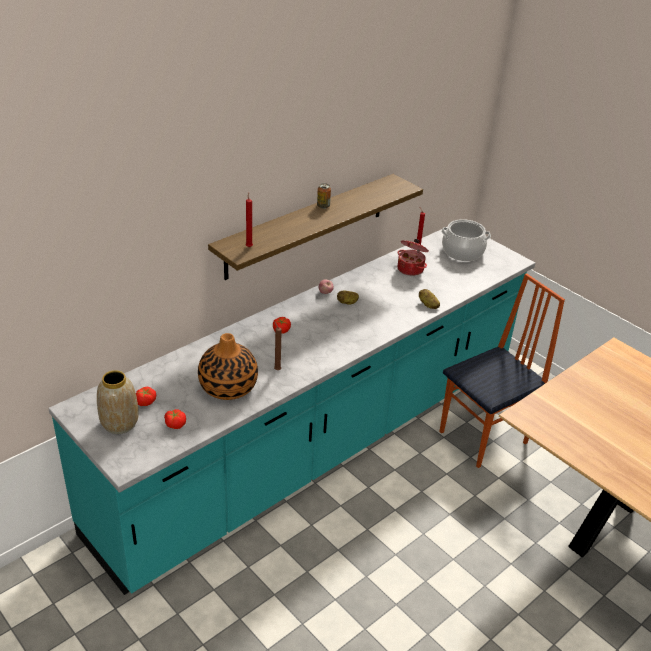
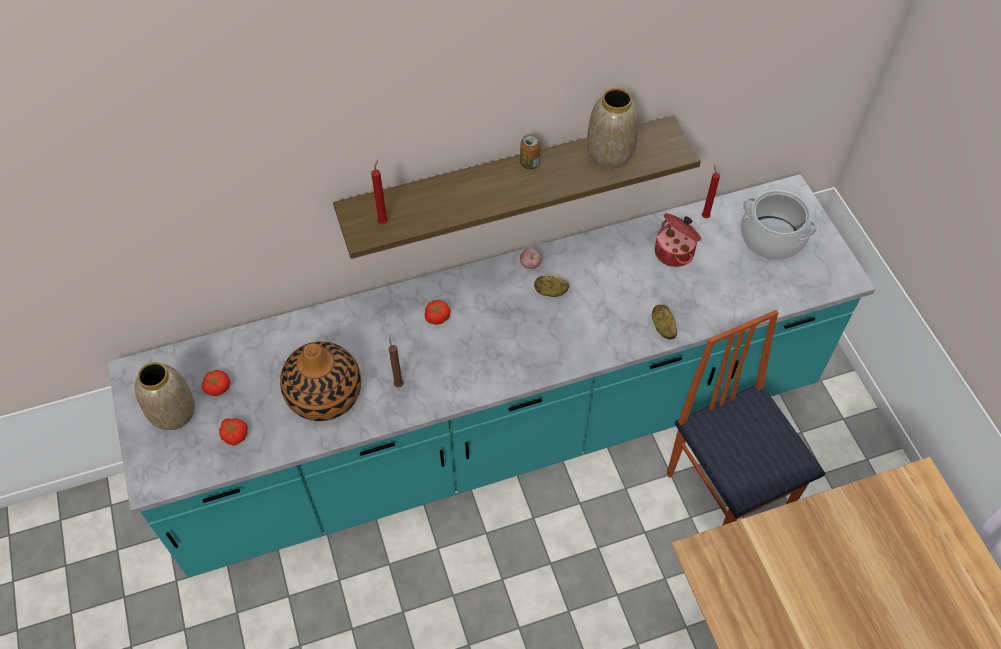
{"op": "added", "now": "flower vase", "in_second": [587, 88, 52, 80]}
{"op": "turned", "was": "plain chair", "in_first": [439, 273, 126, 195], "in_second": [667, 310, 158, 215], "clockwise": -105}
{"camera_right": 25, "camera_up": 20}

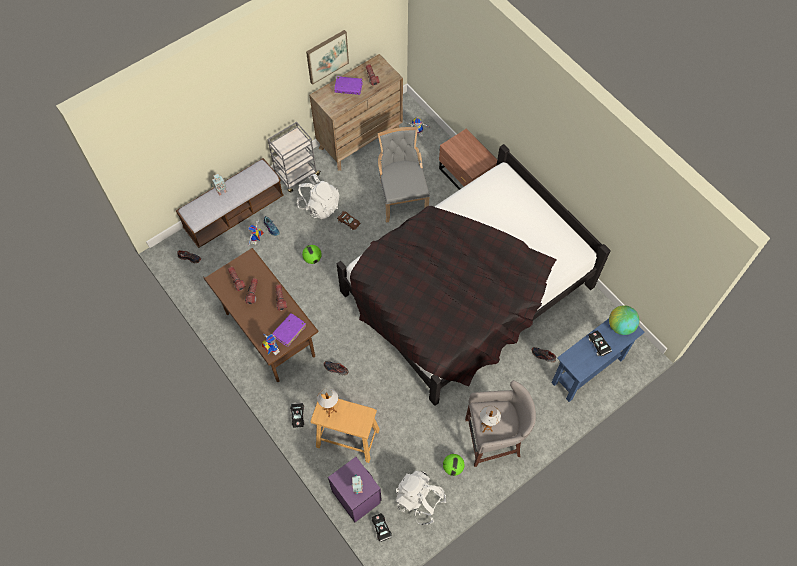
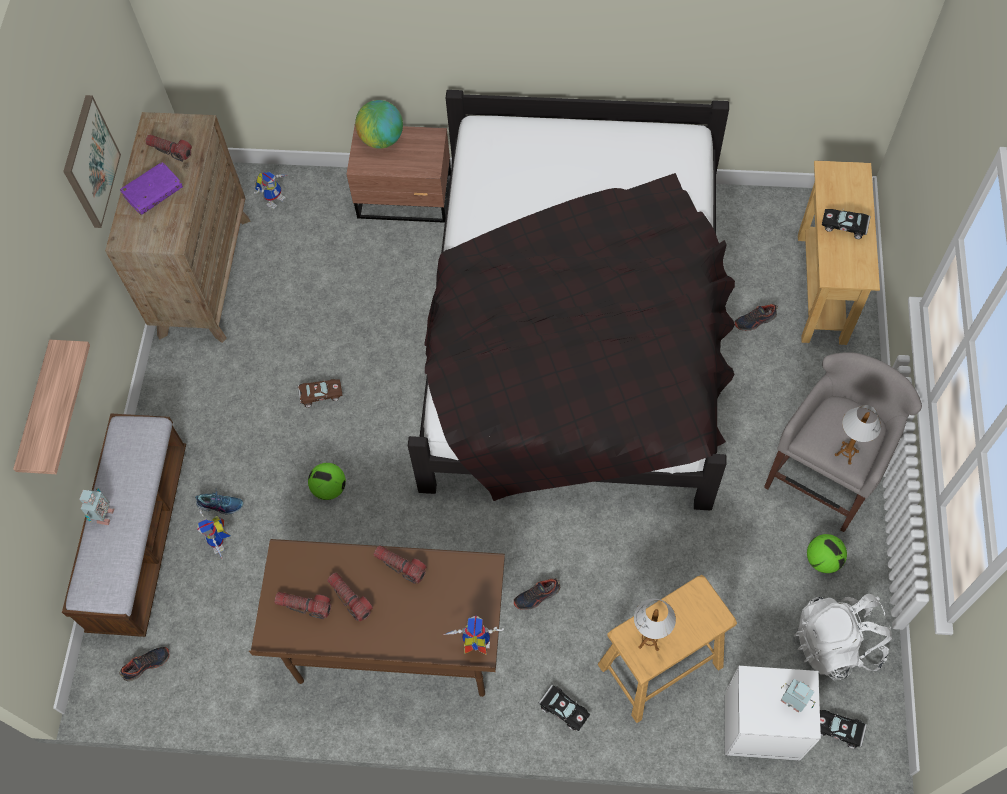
{"op": "removed", "was": "greyish wheeled cart", "in_first": [267, 122, 54, 71]}
{"op": "removed", "was": "purplish volume", "in_first": [272, 313, 34, 34]}
{"op": "removed", "was": "white rucksack", "in_first": [297, 174, 42, 45]}
{"op": "removed", "was": "greyish plain chair", "in_first": [378, 127, 52, 96]}
{"op": "added", "now": "bracket shelf", "in_second": [13, 340, 77, 134]}
{"op": "moved", "was": "desk globe", "in_first": [609, 305, 31, 30], "in_second": [355, 100, 48, 49]}
{"op": "recoloured", "was": "purplish night table", "now": "white night table", "in_first": [328, 457, 54, 65], "in_second": [725, 666, 96, 95]}
{"op": "recoloured", "was": "bluish hall table", "now": "beige-coloured hall table", "in_first": [551, 319, 94, 83], "in_second": [798, 160, 82, 185]}
{"camera_right": -45, "camera_up": 0}

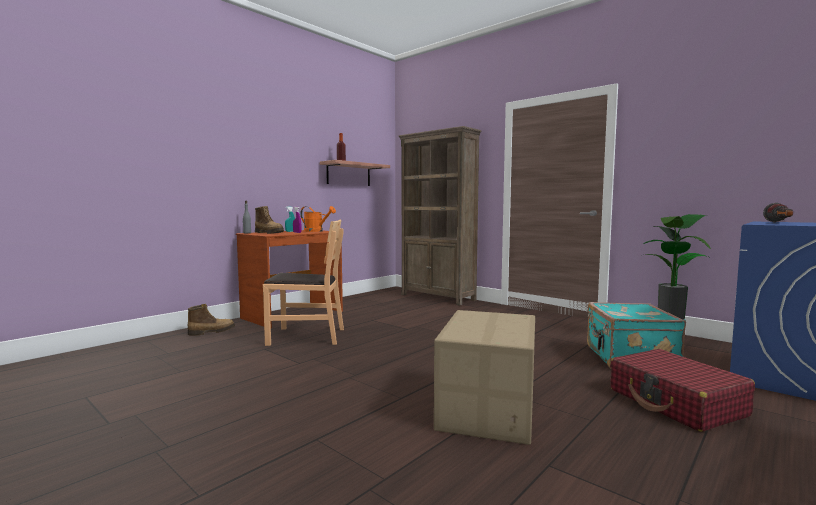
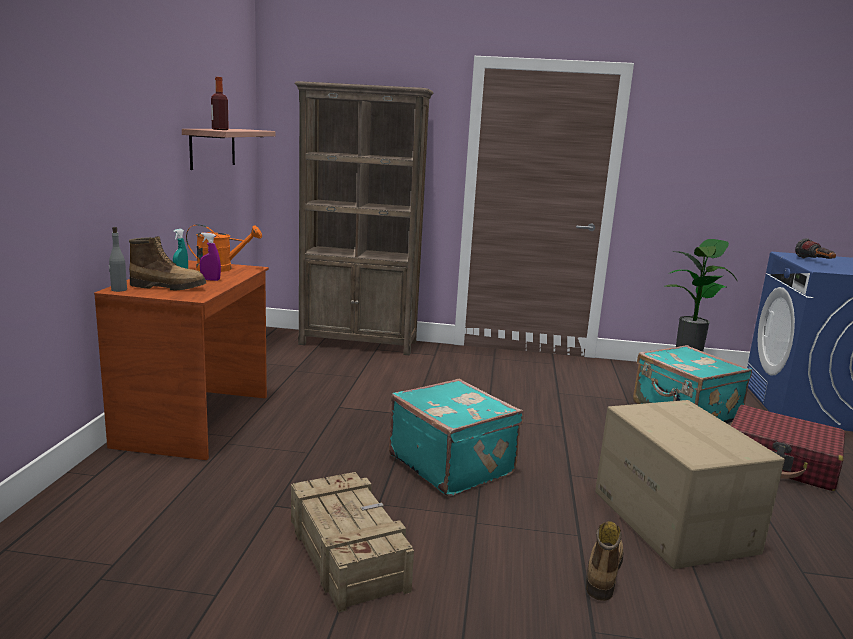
{"op": "removed", "was": "brownish plain chair", "in_first": [263, 220, 81, 126]}
{"op": "added", "now": "packing crate", "in_second": [291, 472, 123, 141]}
{"op": "added", "now": "turquoise-coloured travel case", "in_second": [389, 379, 135, 117]}
{"op": "moved", "was": "high-top boot", "in_first": [187, 304, 48, 32], "in_second": [586, 521, 37, 80]}
{"camera_right": -35, "camera_up": 10}

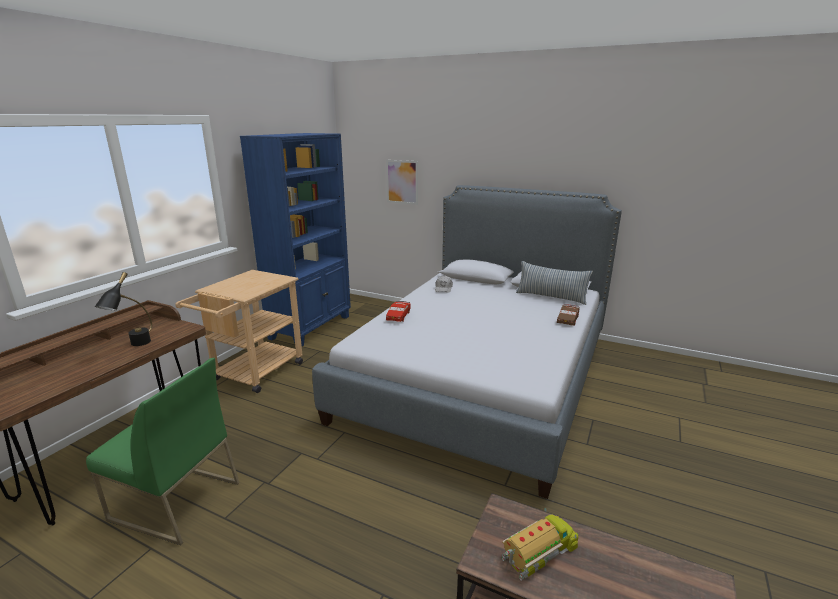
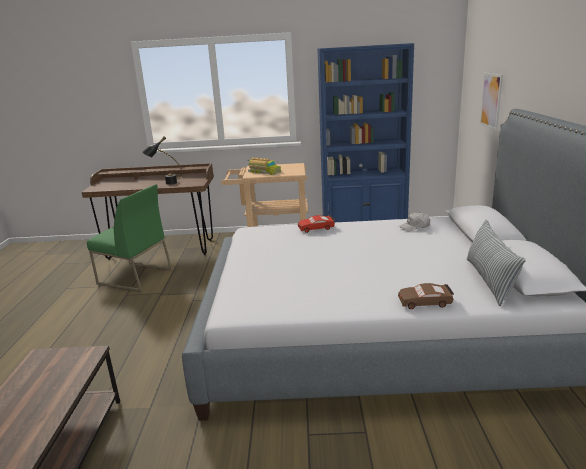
{"op": "moved", "was": "toy truck", "in_first": [502, 508, 76, 73], "in_second": [248, 158, 33, 17]}
{"op": "turned", "was": "green plain chair", "in_first": [86, 358, 154, 187], "in_second": [87, 184, 85, 108], "clockwise": -60}
{"camera_right": 65, "camera_up": 0}

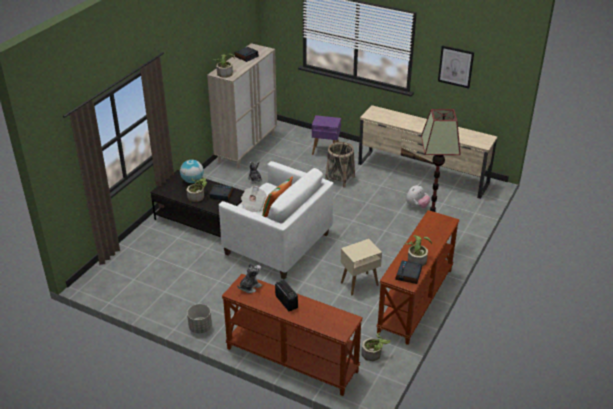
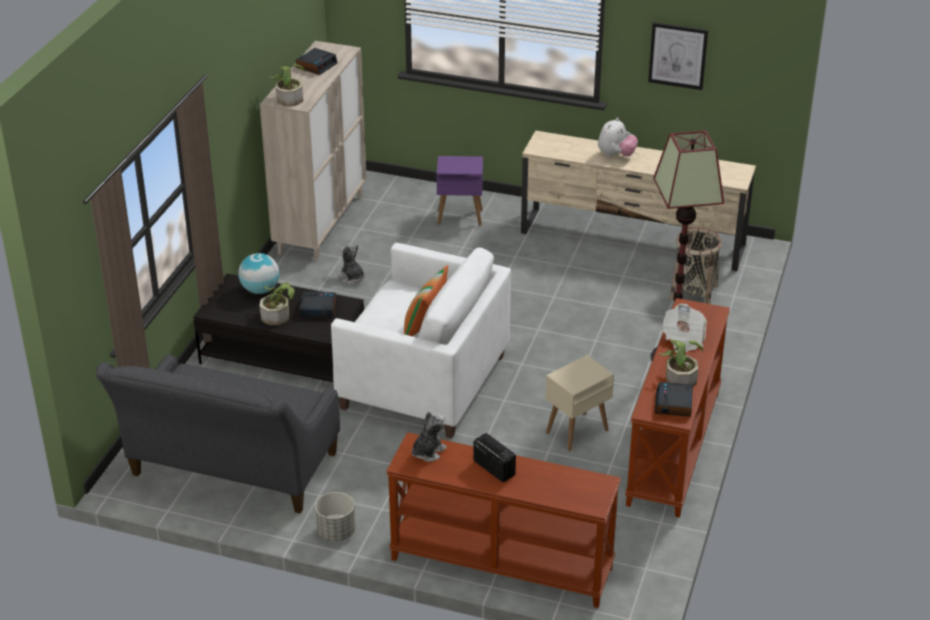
{"op": "removed", "was": "houseplant", "in_first": [361, 332, 30, 29]}
{"op": "added", "now": "greyish settee", "in_second": [96, 355, 244, 159]}
{"op": "moved", "was": "newspaper", "in_first": [241, 186, 26, 26], "in_second": [662, 304, 45, 49]}
{"op": "moved", "was": "storage basket", "in_first": [325, 142, 30, 45], "in_second": [670, 227, 52, 77]}
{"op": "moved", "was": "cuddly toy", "in_first": [406, 184, 24, 24], "in_second": [598, 118, 40, 40]}
{"camera_right": -10, "camera_up": 0}

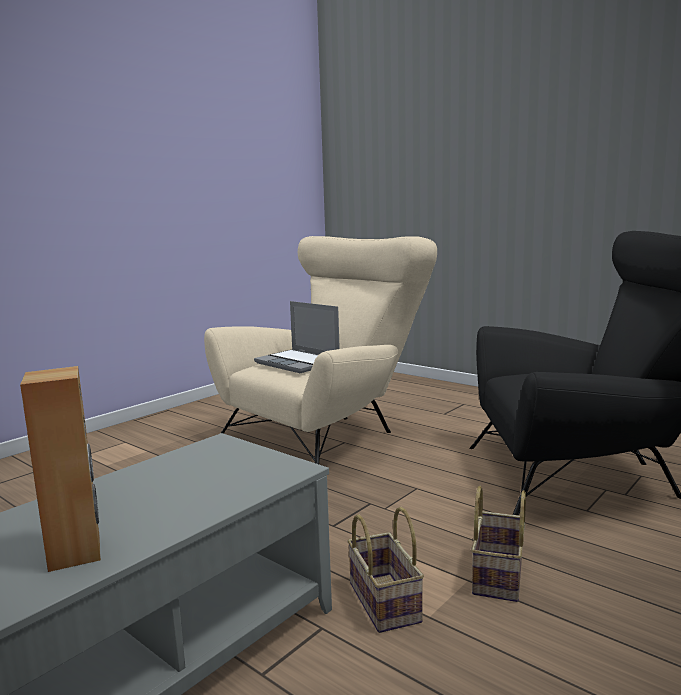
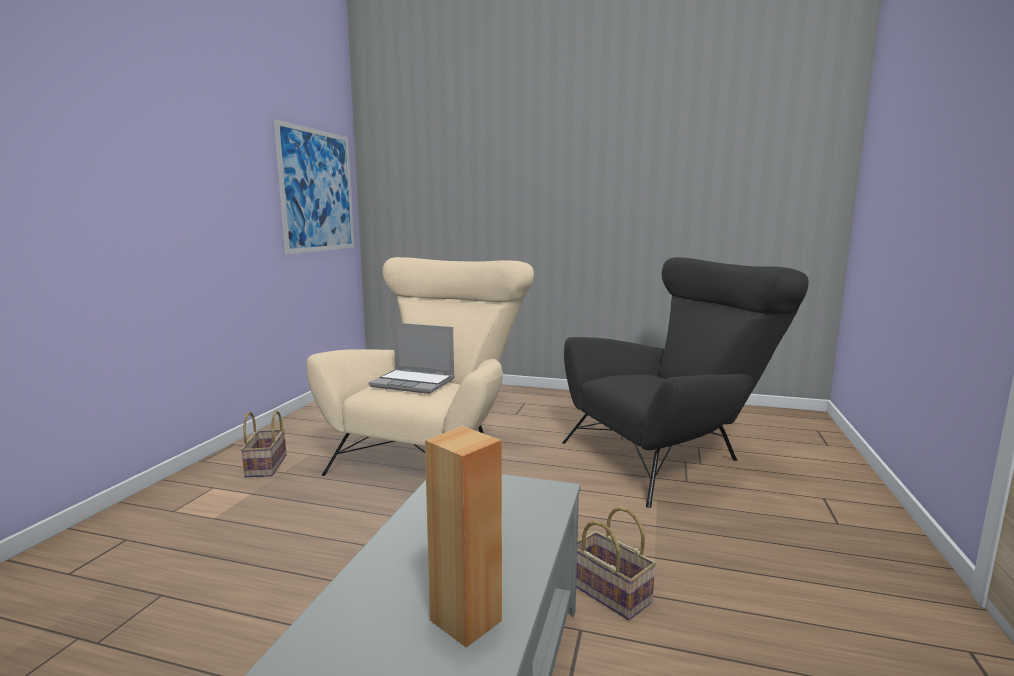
{"op": "added", "now": "picture", "in_second": [274, 120, 80, 134]}
{"op": "moved", "was": "storage basket", "in_first": [471, 486, 55, 116], "in_second": [240, 411, 46, 66]}
{"camera_right": -25, "camera_up": 0}

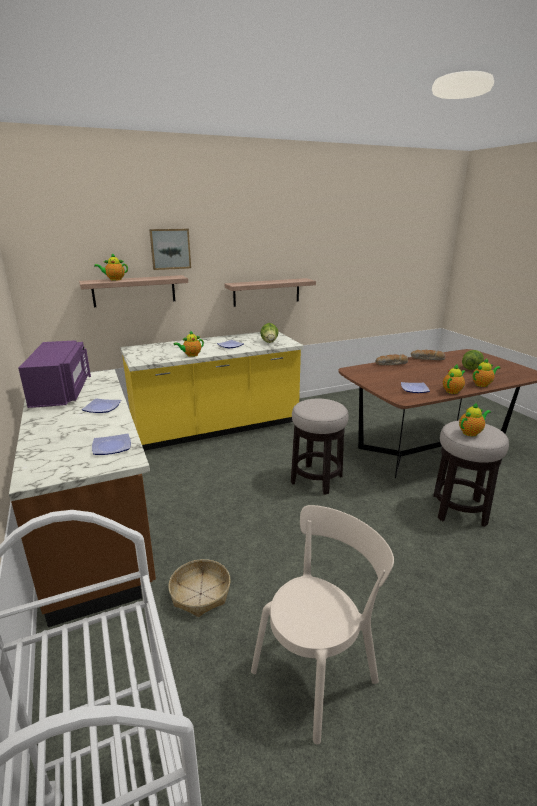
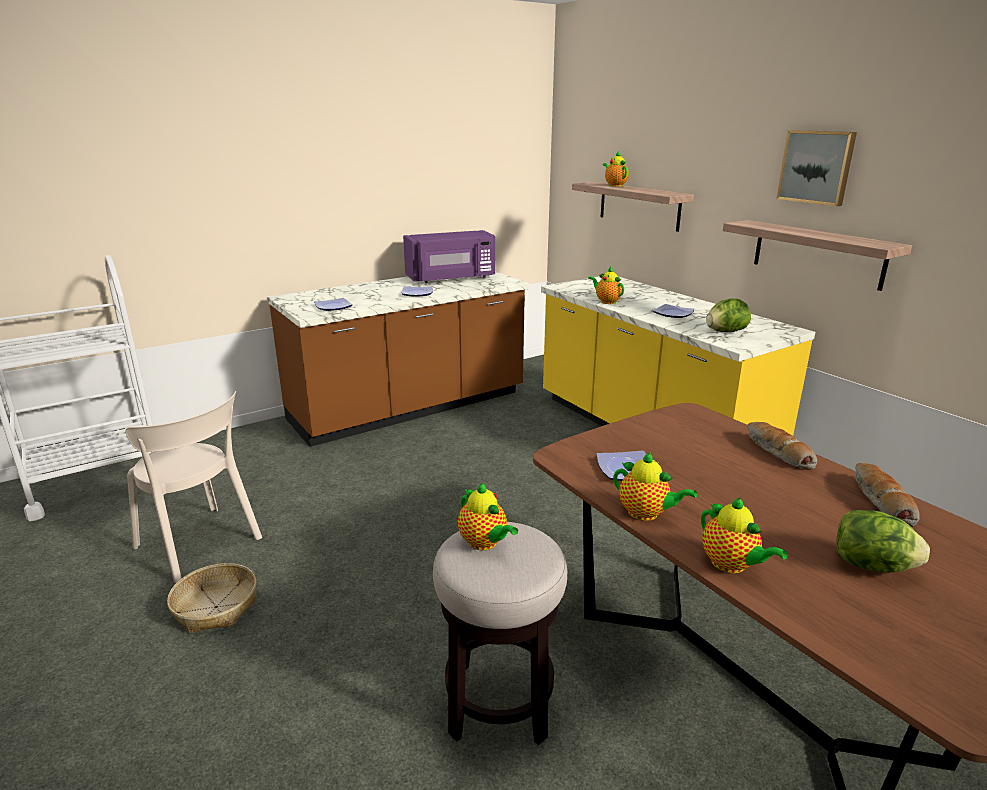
{"op": "removed", "was": "sitting stool", "in_first": [291, 399, 58, 96]}
{"op": "moved", "was": "picture", "in_first": [149, 229, 42, 41], "in_second": [777, 130, 80, 76]}
{"op": "moved", "was": "storage basket", "in_first": [168, 559, 63, 58], "in_second": [167, 563, 89, 70]}
{"camera_right": 80, "camera_up": 0}

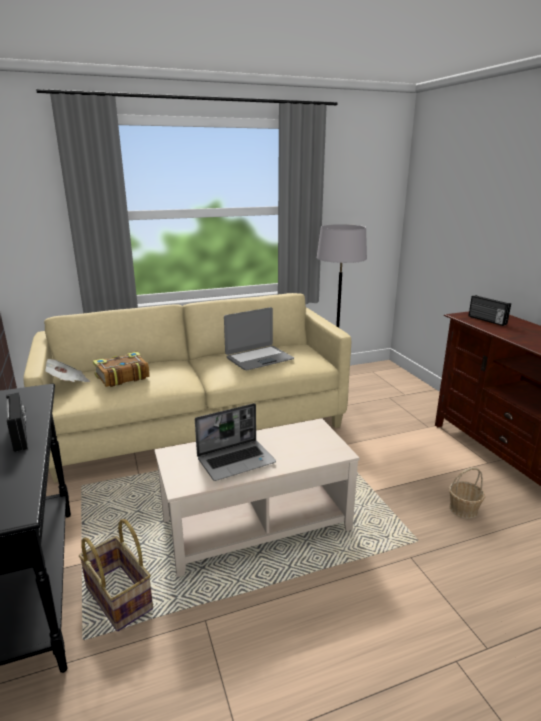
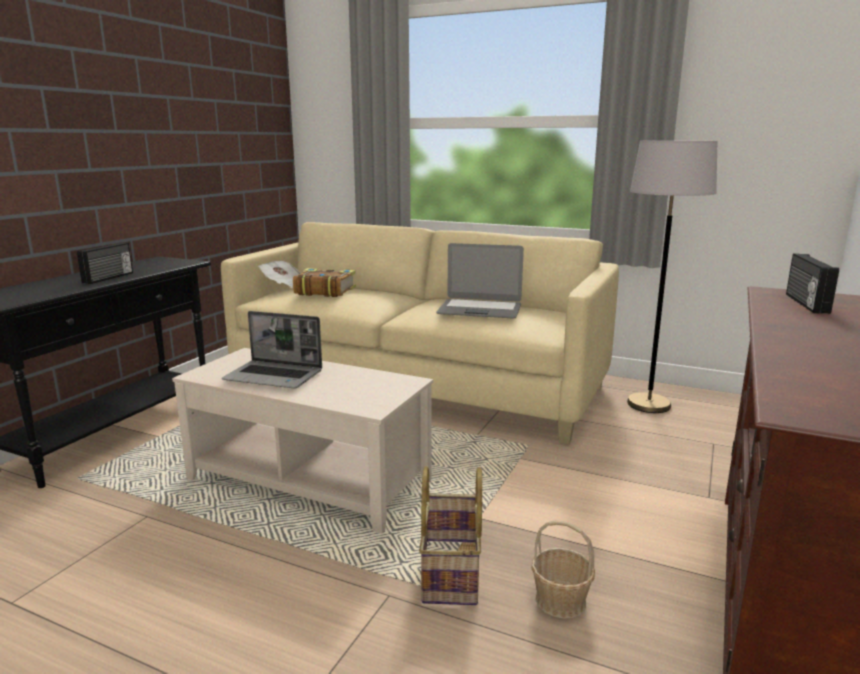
{"op": "moved", "was": "storage basket", "in_first": [79, 519, 74, 112], "in_second": [419, 466, 63, 139]}
{"camera_right": 45, "camera_up": -5}

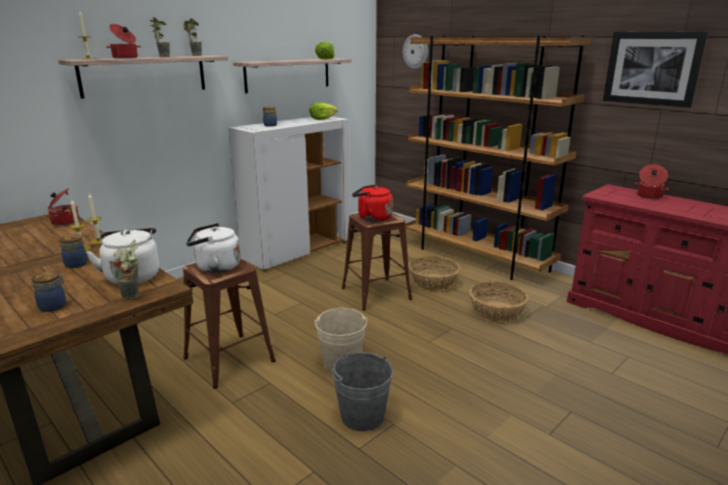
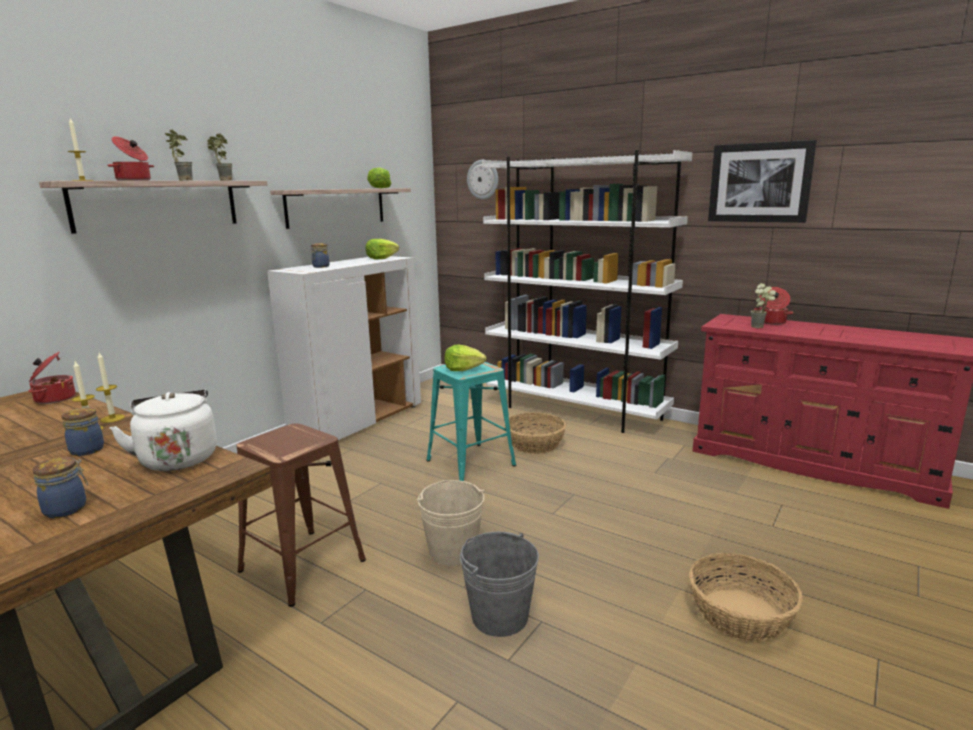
{"op": "removed", "was": "white kettle", "in_first": [186, 223, 54, 50]}
{"op": "moved", "was": "houseplant", "in_first": [113, 240, 26, 60], "in_second": [751, 283, 25, 45]}
{"op": "moved", "was": "storage basket", "in_first": [470, 281, 59, 41], "in_second": [689, 553, 114, 89]}
{"op": "replaced", "was": "red-coloured kettle", "now": "head of lettuce", "in_first": [352, 184, 41, 38], "in_second": [444, 345, 42, 26]}
{"op": "recoloured", "was": "brownish sitting stool", "now": "turquoise-coloured sitting stool", "in_first": [342, 213, 70, 98], "in_second": [427, 362, 89, 119]}
{"op": "recoloured", "was": "brownish shelving unit", "now": "white shelving unit", "in_first": [405, 36, 188, 244], "in_second": [482, 150, 210, 283]}
{"camera_right": -10, "camera_up": -5}

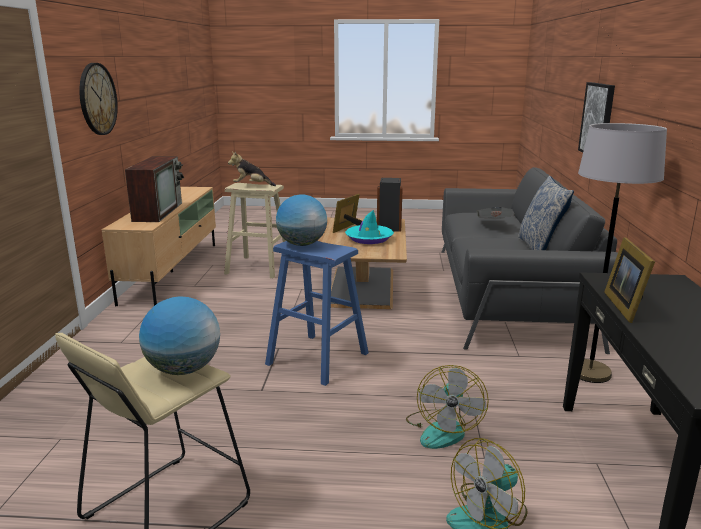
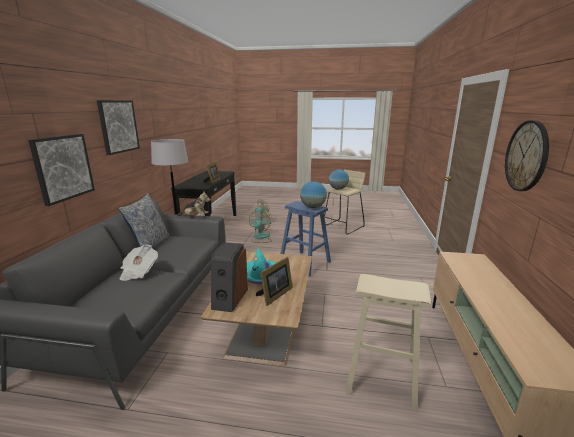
{"op": "removed", "was": "television", "in_first": [125, 157, 59, 65]}
{"op": "added", "now": "picture", "in_second": [97, 100, 43, 55]}
{"op": "moved", "was": "cuddly toy", "in_first": [228, 152, 48, 34], "in_second": [178, 191, 33, 25]}
{"camera_right": -175, "camera_up": 0}

